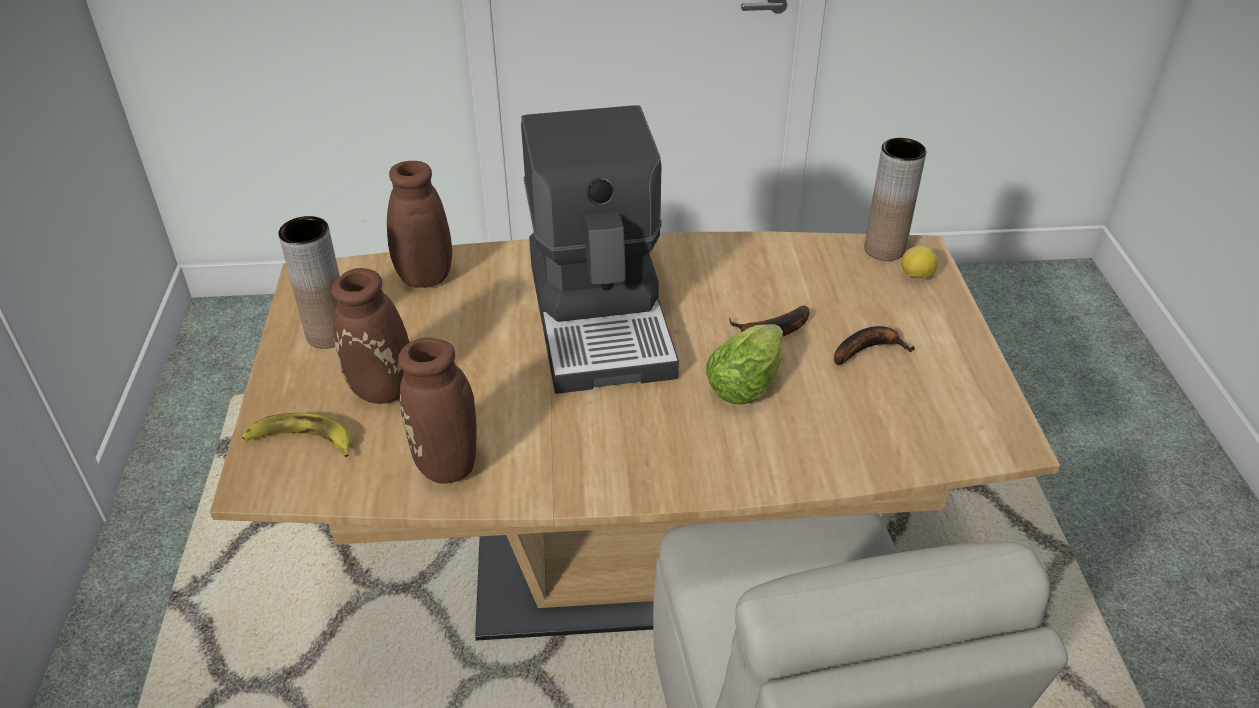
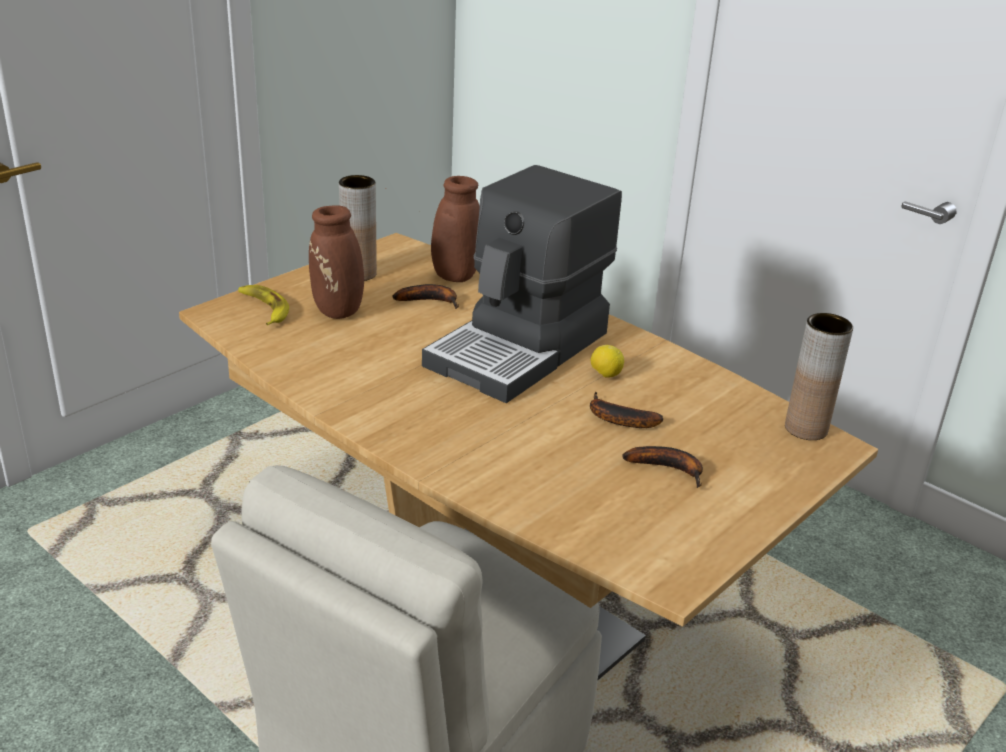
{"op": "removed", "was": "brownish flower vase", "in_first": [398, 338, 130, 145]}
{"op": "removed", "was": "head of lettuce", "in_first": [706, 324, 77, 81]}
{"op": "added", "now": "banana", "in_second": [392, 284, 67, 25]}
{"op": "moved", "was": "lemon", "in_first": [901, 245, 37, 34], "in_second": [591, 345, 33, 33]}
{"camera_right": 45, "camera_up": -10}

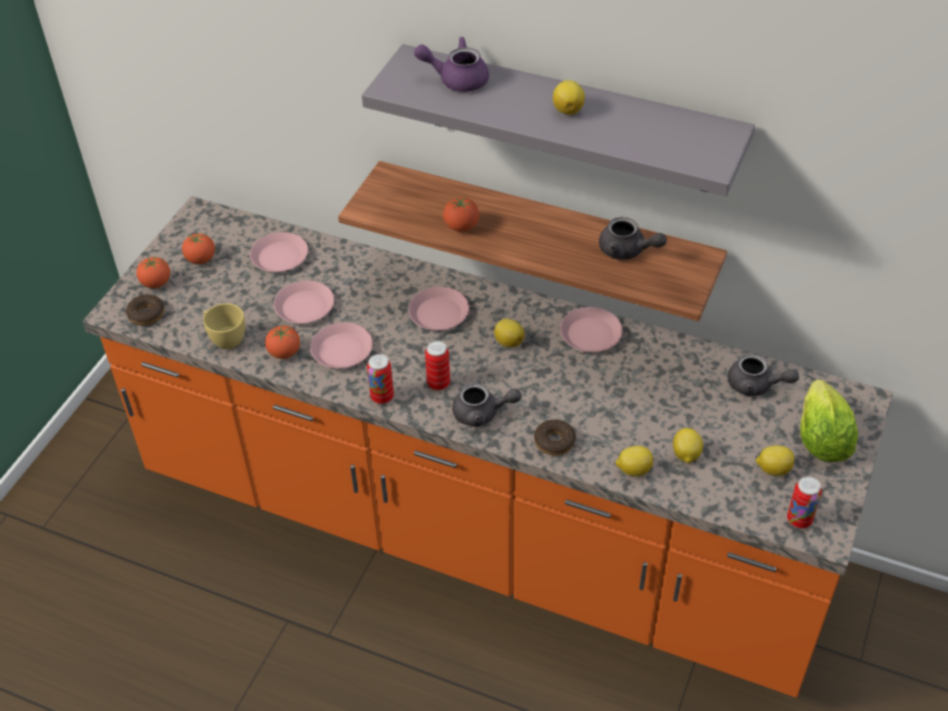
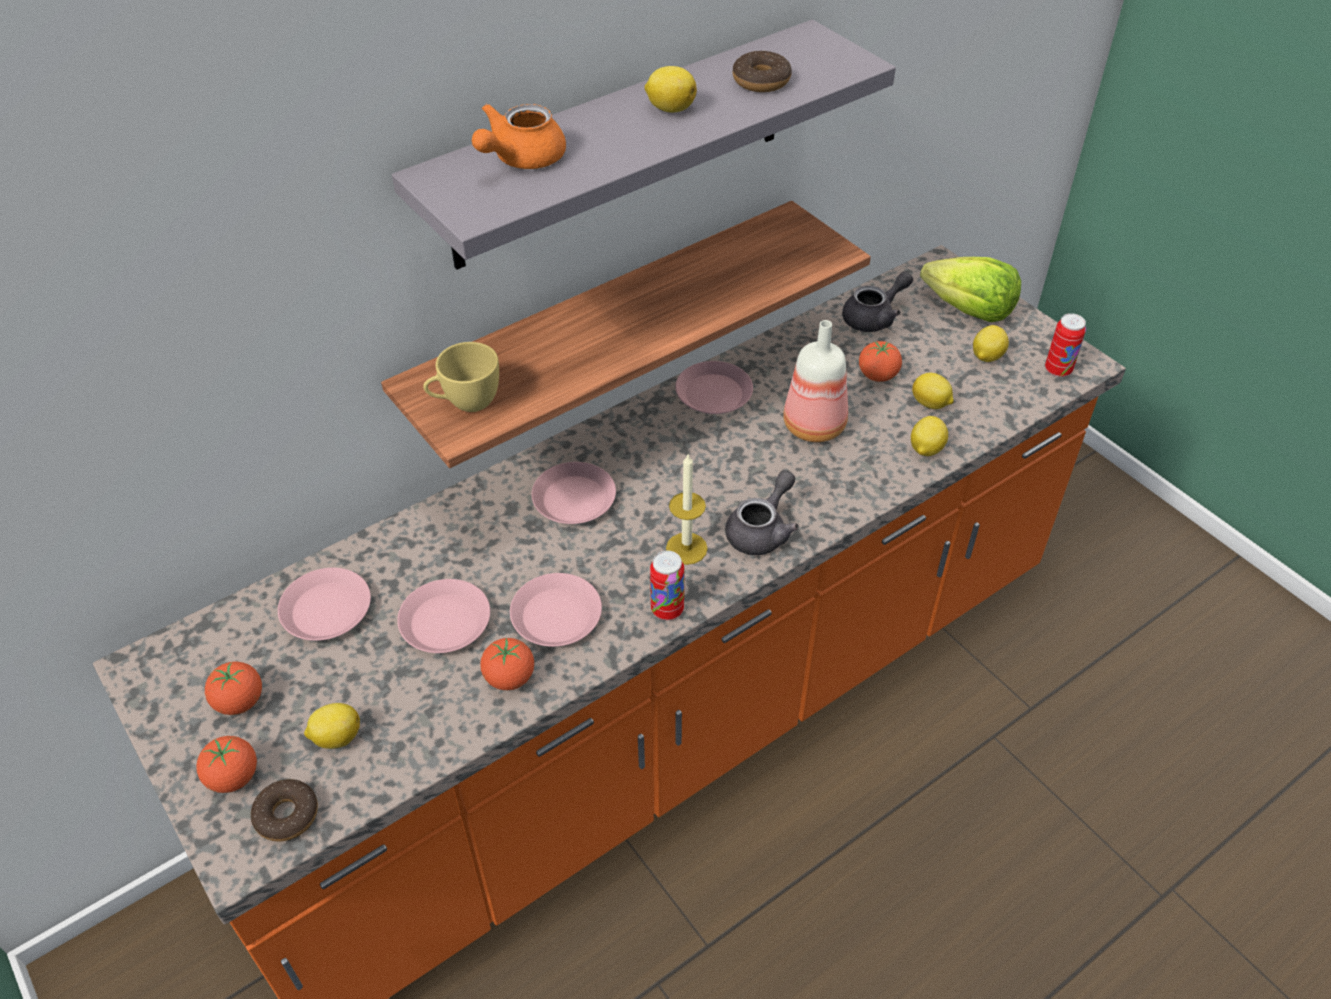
{"op": "removed", "was": "greyish teapot", "in_first": [599, 217, 68, 43]}
{"op": "added", "now": "beverage bottle", "in_second": [783, 320, 65, 122]}
{"op": "moved", "was": "yellow-coloured small cup", "in_first": [203, 303, 42, 46], "in_second": [423, 342, 76, 70]}
{"op": "moved", "was": "fresh tomato", "in_first": [443, 198, 36, 34], "in_second": [859, 341, 43, 41]}
{"op": "moved", "was": "lemon", "in_first": [494, 319, 31, 29], "in_second": [304, 703, 56, 46]}
{"op": "moved", "was": "doughnut", "in_first": [534, 419, 42, 36], "in_second": [733, 51, 59, 41]}
{"op": "replaced", "was": "sealed can", "now": "candle", "in_first": [425, 340, 25, 51], "in_second": [666, 455, 42, 110]}
{"op": "recoloured", "was": "purplish teapot", "now": "orange-coloured teapot", "in_first": [414, 37, 75, 55], "in_second": [472, 104, 94, 65]}
{"camera_right": -60, "camera_up": 0}

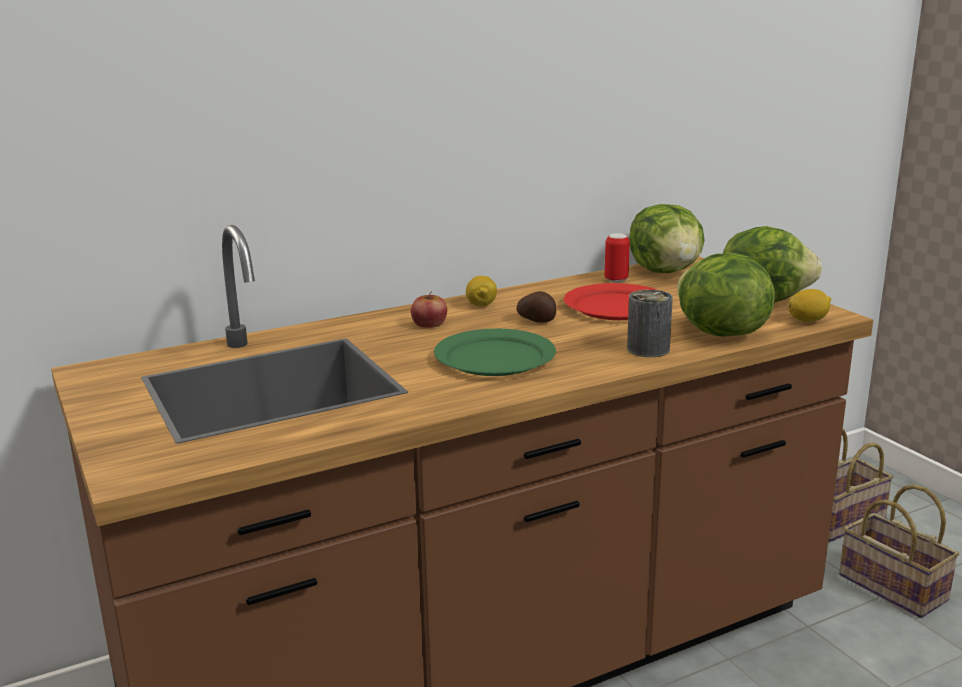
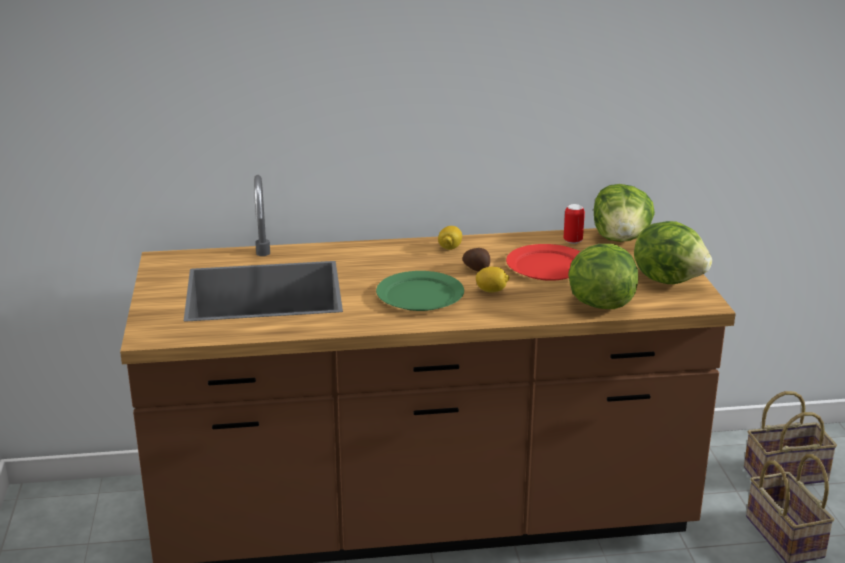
{"op": "removed", "was": "apple", "in_first": [411, 291, 36, 37]}
{"op": "removed", "was": "sealed can", "in_first": [627, 290, 46, 67]}
{"op": "moved", "was": "lemon", "in_first": [788, 289, 43, 33], "in_second": [476, 267, 34, 25]}
{"camera_right": 20, "camera_up": 5}

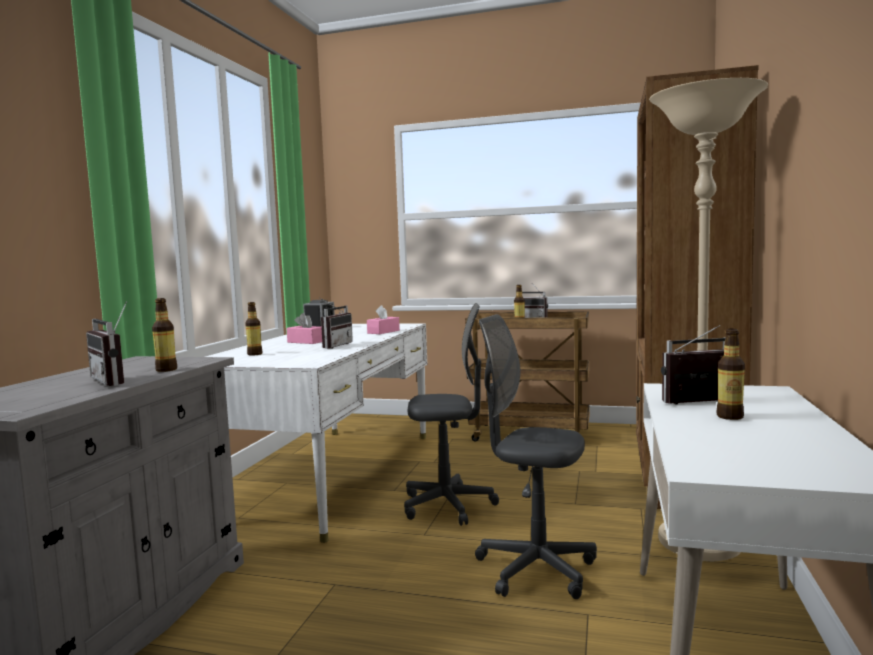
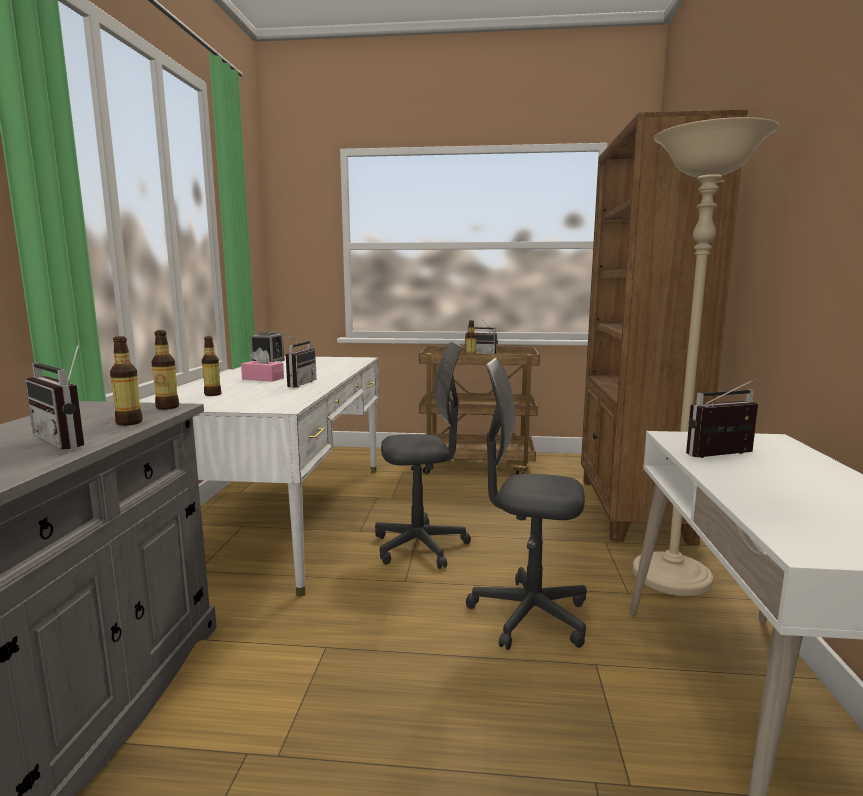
{"op": "removed", "was": "pinkish tissue holder", "in_first": [367, 305, 33, 29]}
{"op": "moved", "was": "beverage bottle", "in_first": [716, 329, 29, 91], "in_second": [151, 330, 28, 80]}
{"camera_right": -10, "camera_up": 5}

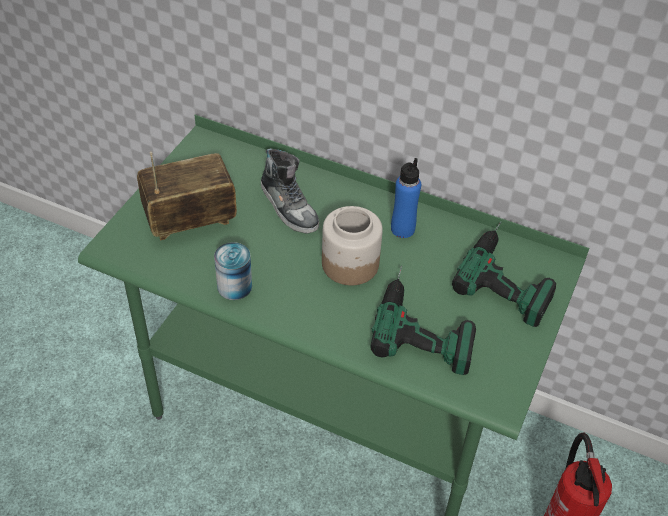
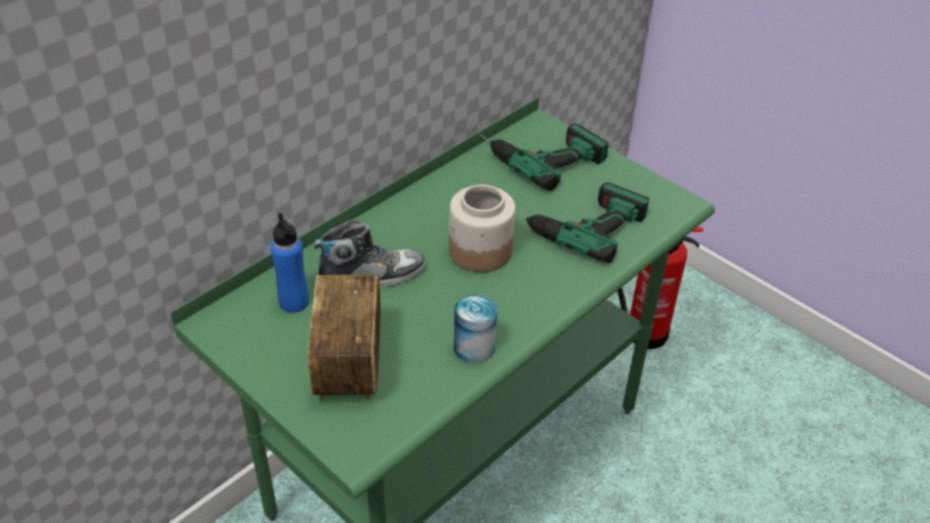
{"op": "moved", "was": "bluish beverage bottle", "in_first": [391, 158, 30, 80], "in_second": [271, 213, 38, 100]}
{"camera_right": -70, "camera_up": -5}

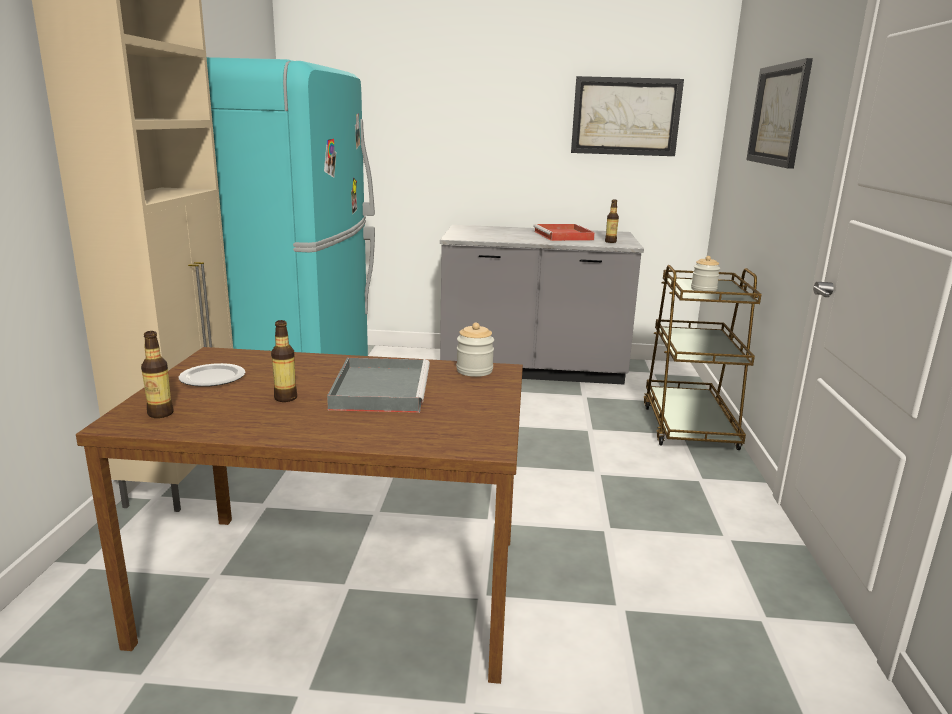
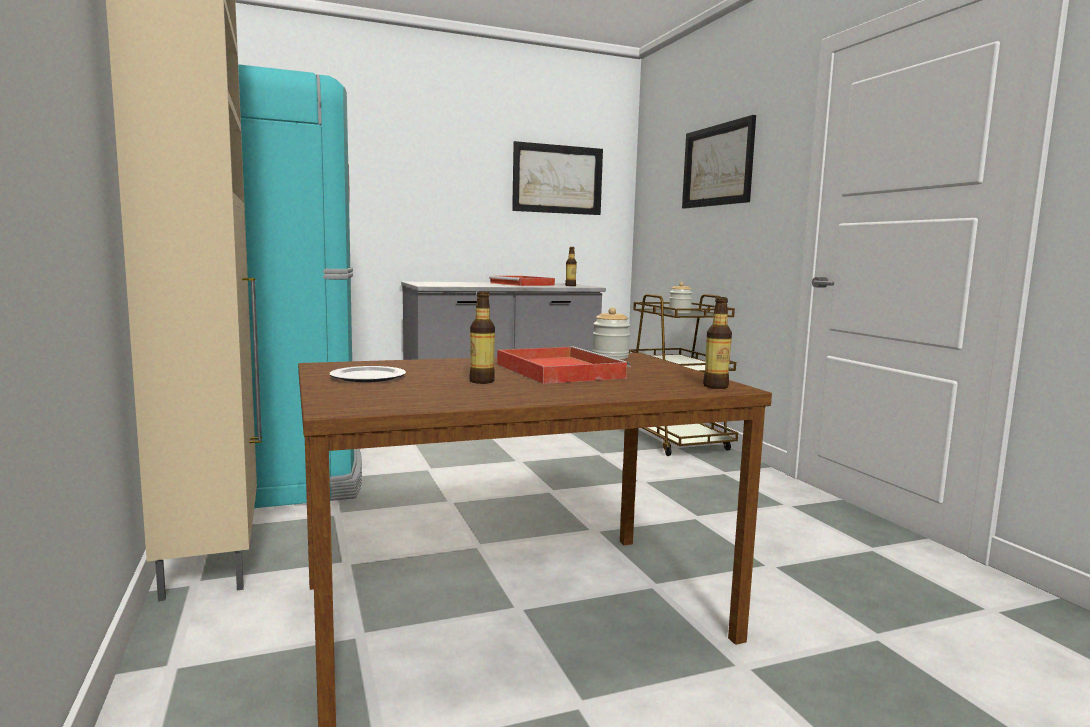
{"op": "moved", "was": "beverage bottle", "in_first": [141, 331, 33, 87], "in_second": [703, 297, 29, 92]}
{"op": "recoloured", "was": "greyish tray", "now": "red-coloured tray", "in_first": [327, 358, 103, 55], "in_second": [497, 346, 134, 38]}
{"camera_right": -25, "camera_up": -10}

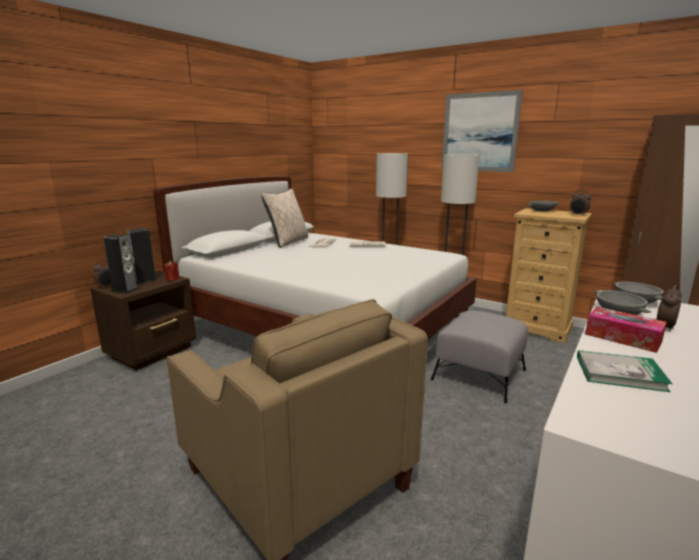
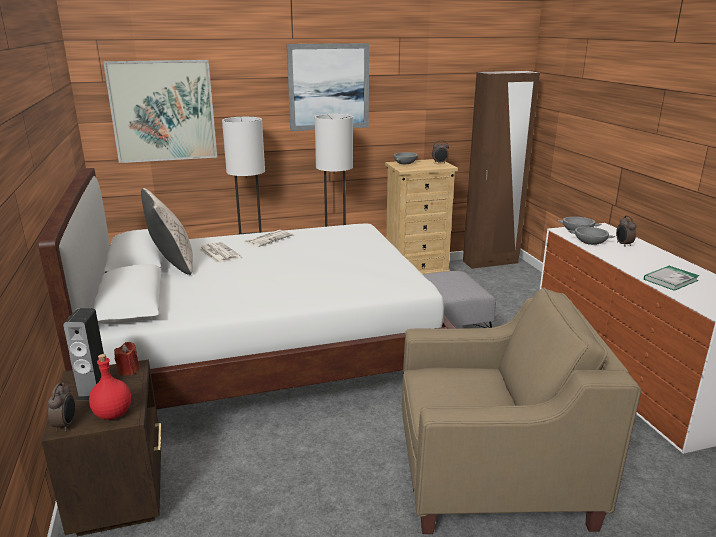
{"op": "removed", "was": "tissue holder", "in_first": [585, 307, 82, 46]}
{"op": "added", "now": "picture", "in_second": [103, 60, 114, 103]}
{"op": "replaced", "was": "speaker", "now": "red-coloured beverage bottle", "in_first": [103, 234, 36, 60], "in_second": [89, 354, 42, 66]}
{"camera_right": -50, "camera_up": 5}

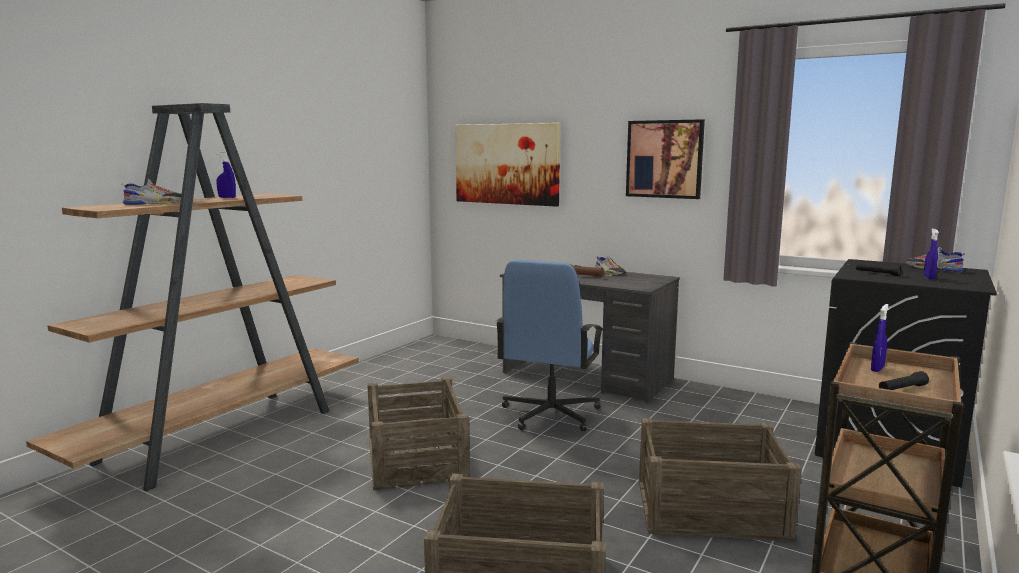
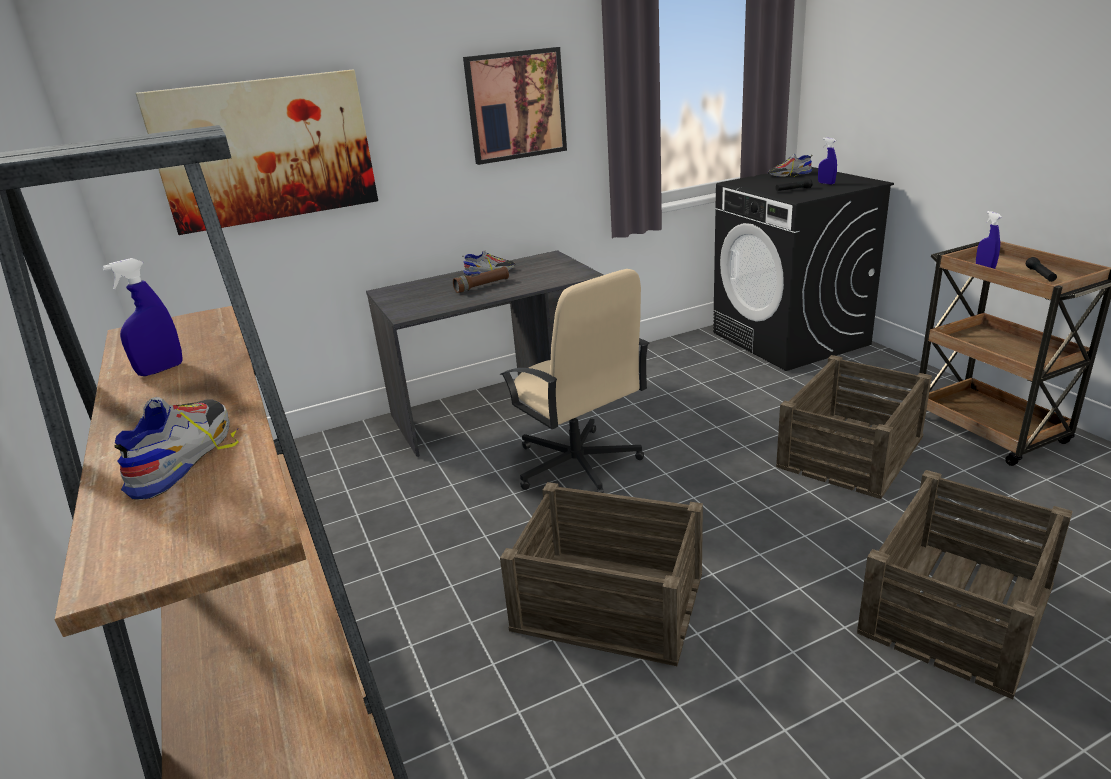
{"op": "recoloured", "was": "bluish office chair", "now": "beige-coloured office chair", "in_first": [495, 260, 108, 171], "in_second": [500, 269, 150, 224]}
{"camera_right": -55, "camera_up": 15}

